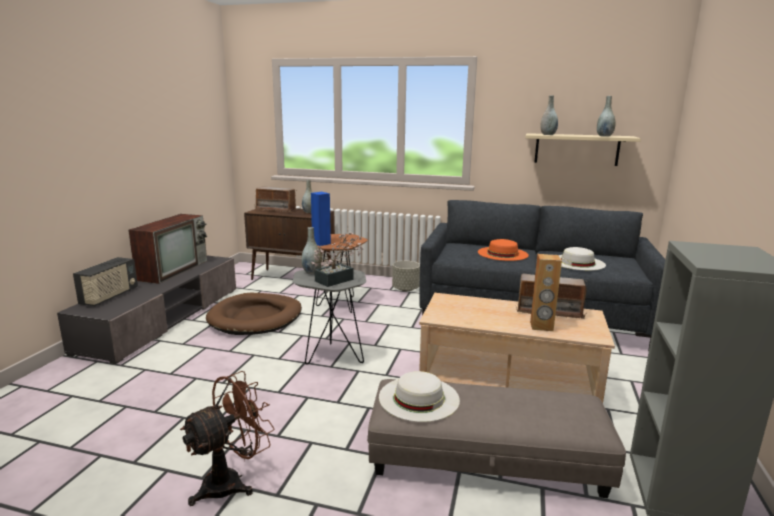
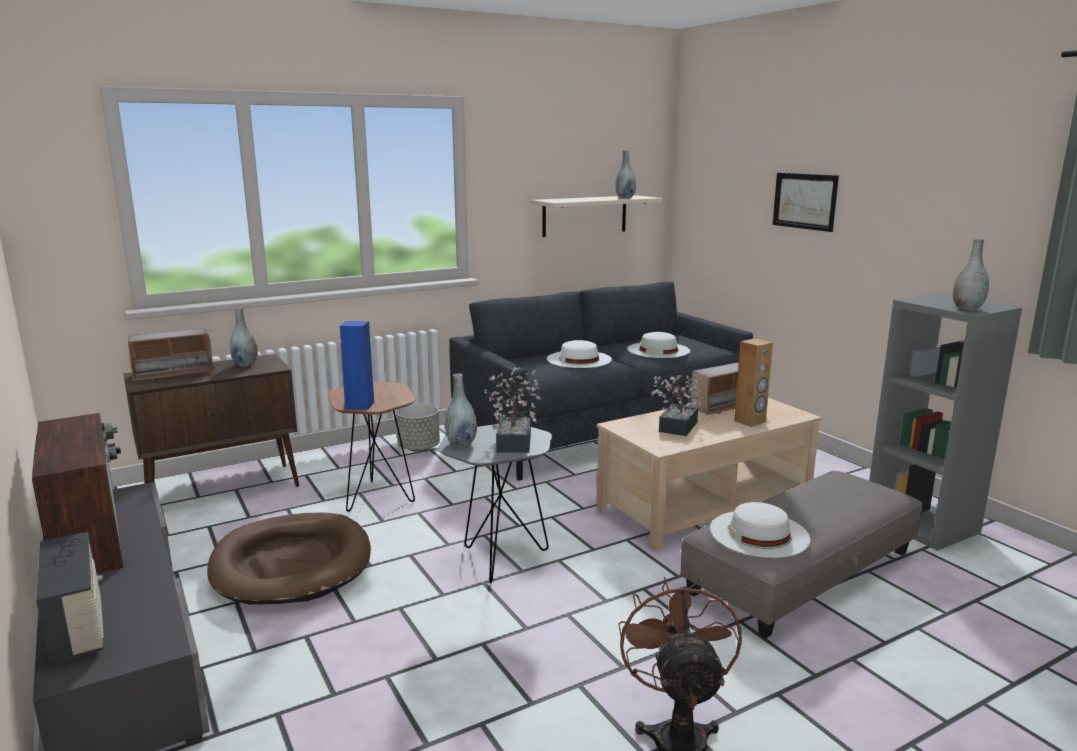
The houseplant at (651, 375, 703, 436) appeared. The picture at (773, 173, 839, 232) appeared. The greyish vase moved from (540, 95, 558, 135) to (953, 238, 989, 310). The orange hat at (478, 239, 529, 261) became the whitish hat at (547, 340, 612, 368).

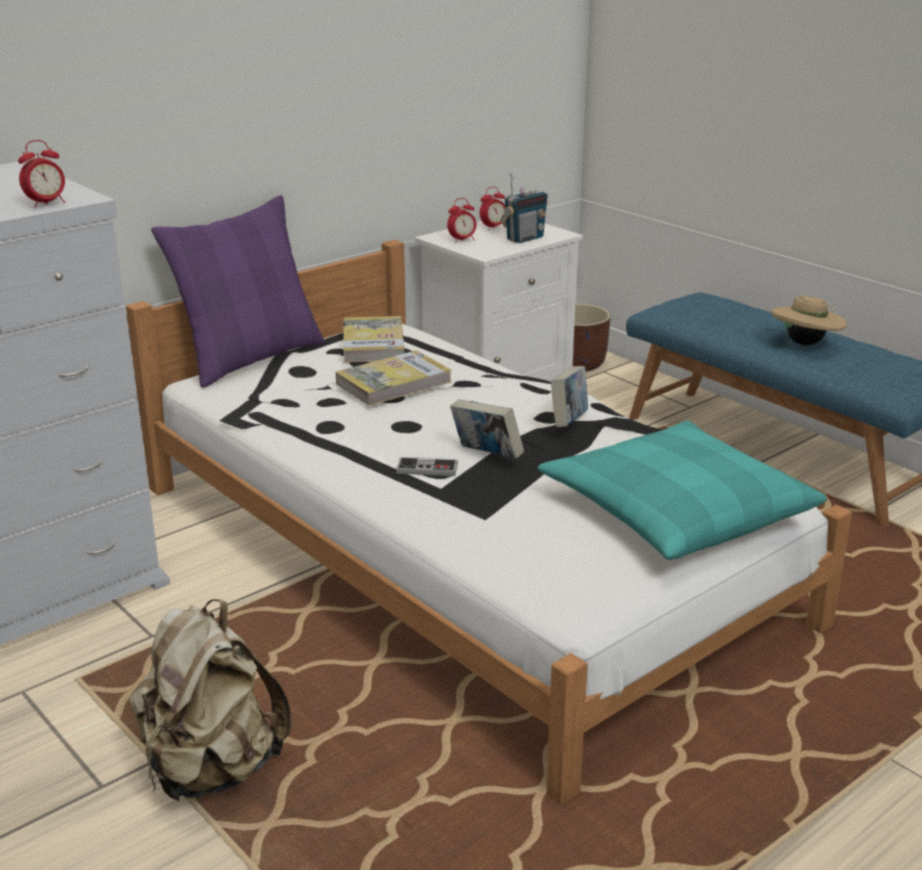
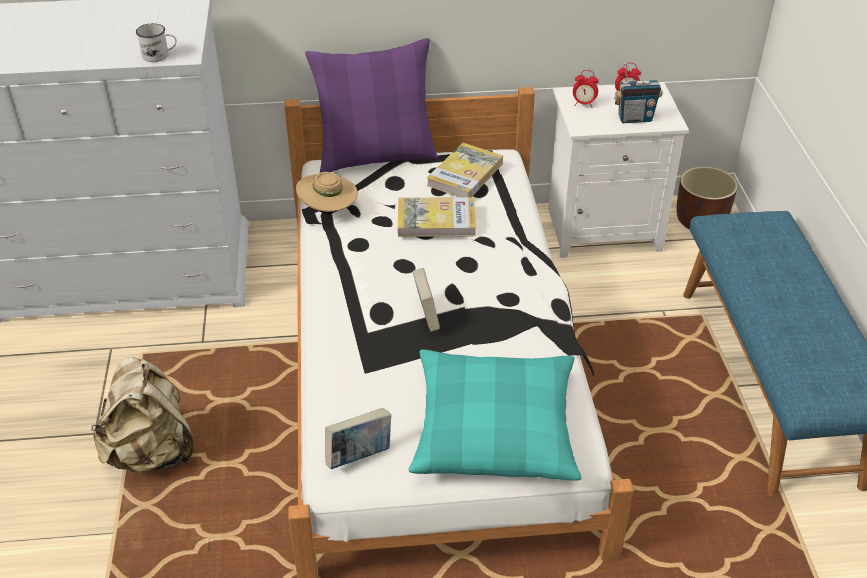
The game controller at (396, 457, 458, 476) disappeared. The volume moved from (551, 366, 588, 427) to (325, 408, 391, 469). The beige hat moved from (771, 296, 847, 345) to (296, 172, 358, 214). The table clock at (18, 140, 65, 207) was replaced by the whitish tea mug at (136, 23, 177, 62).

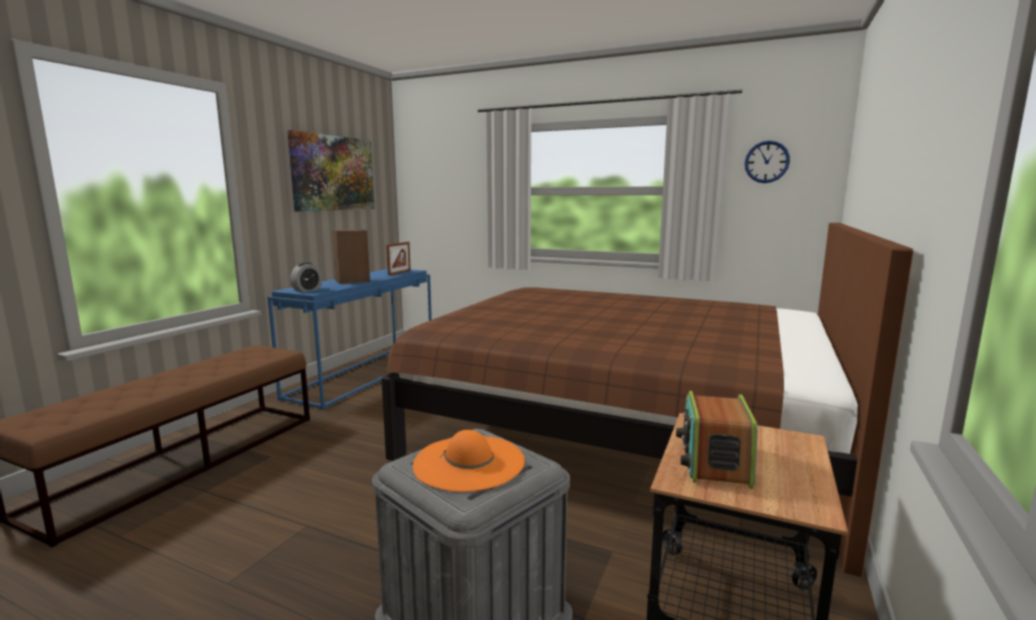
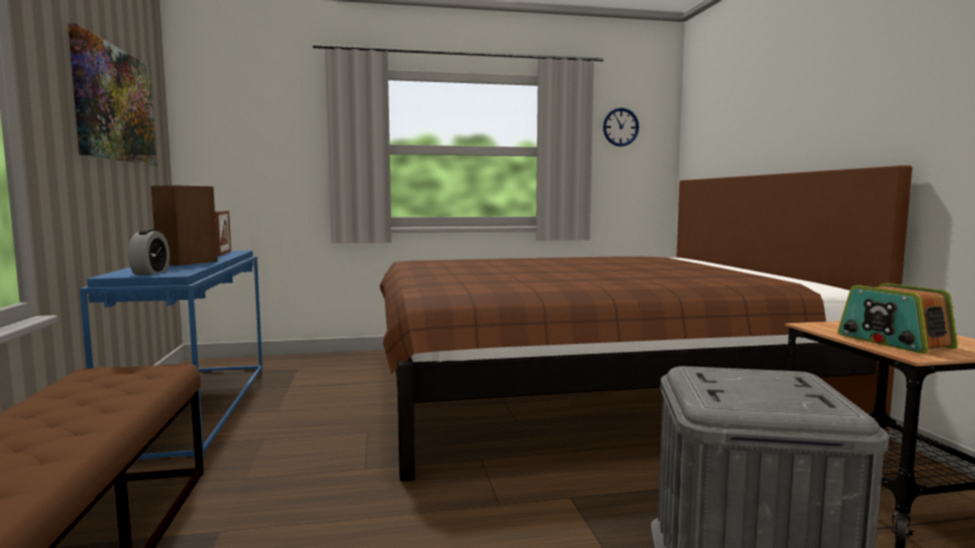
The orange hat at (413, 430, 525, 492) disappeared.

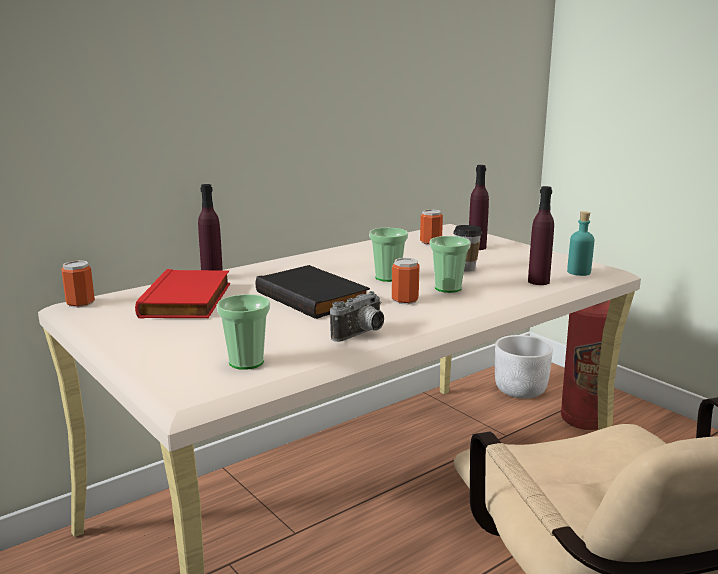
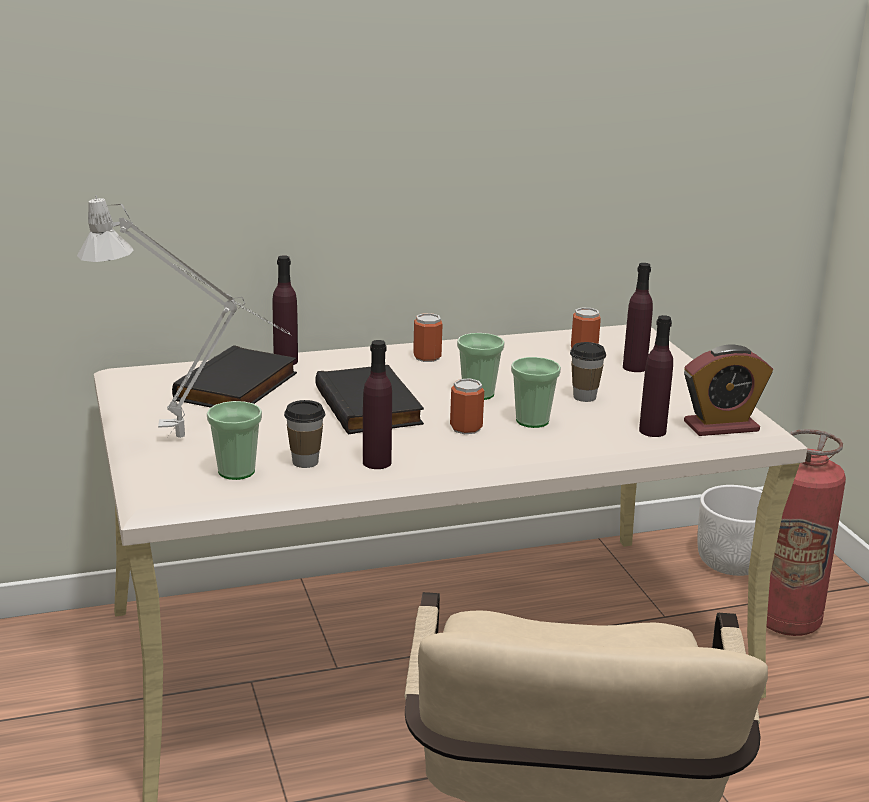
The greyish lamp for a table at (77, 195, 291, 439) appeared. The drinking cup at (284, 400, 325, 468) appeared. The sealed can moved from (61, 260, 95, 308) to (413, 313, 443, 362). The still camera at (330, 291, 384, 342) was replaced by the purple-coloured bottle at (363, 340, 392, 469). The turquoise bottle at (567, 211, 595, 276) was replaced by the table clock at (684, 344, 773, 436). The red volume at (135, 269, 230, 318) became the black-coloured volume at (172, 345, 297, 408).

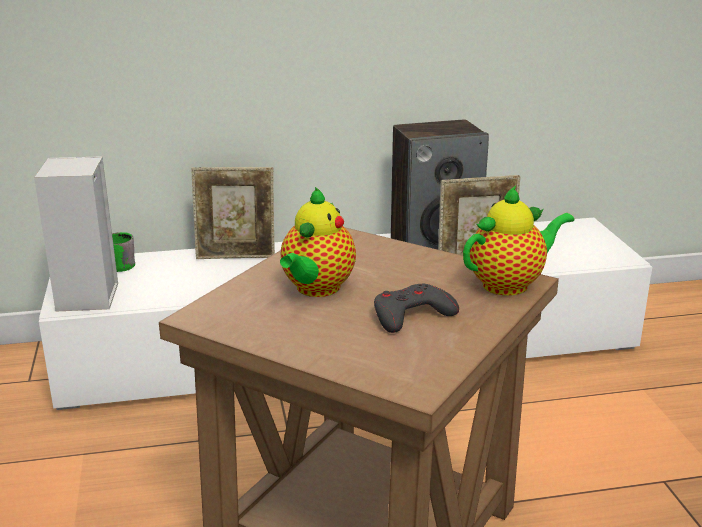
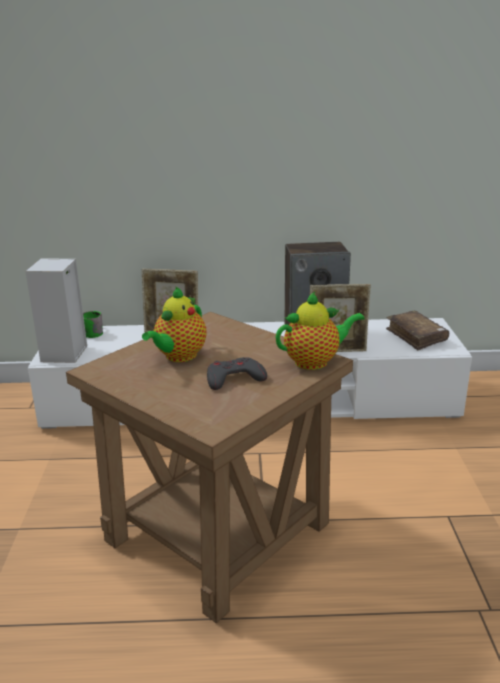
The brown volume at (386, 311, 449, 350) appeared.

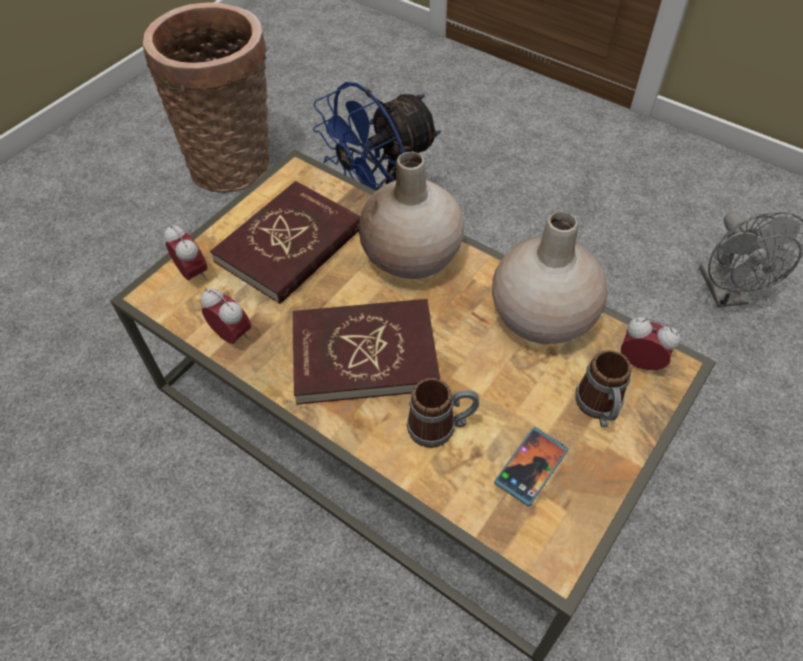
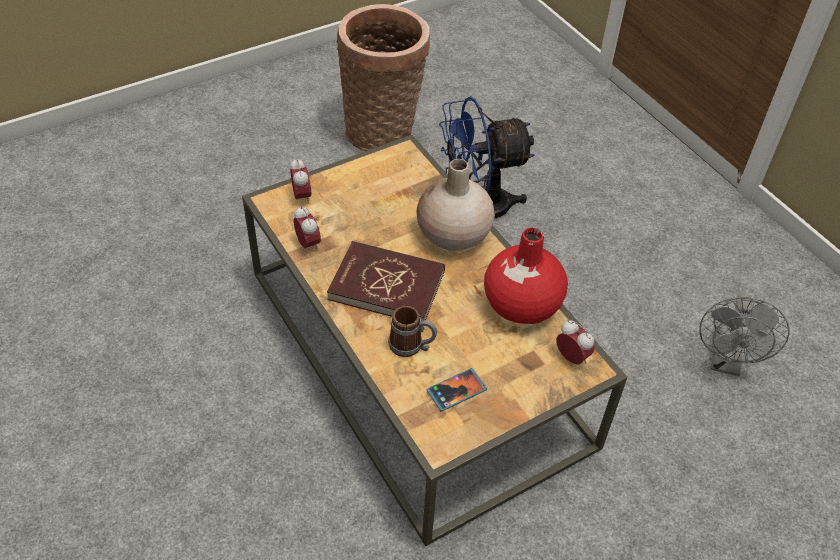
The red volume at (210, 181, 360, 304) disappeared. The tea mug at (575, 350, 631, 427) disappeared. The beige vase at (492, 211, 608, 344) became the red vase at (484, 228, 568, 324).

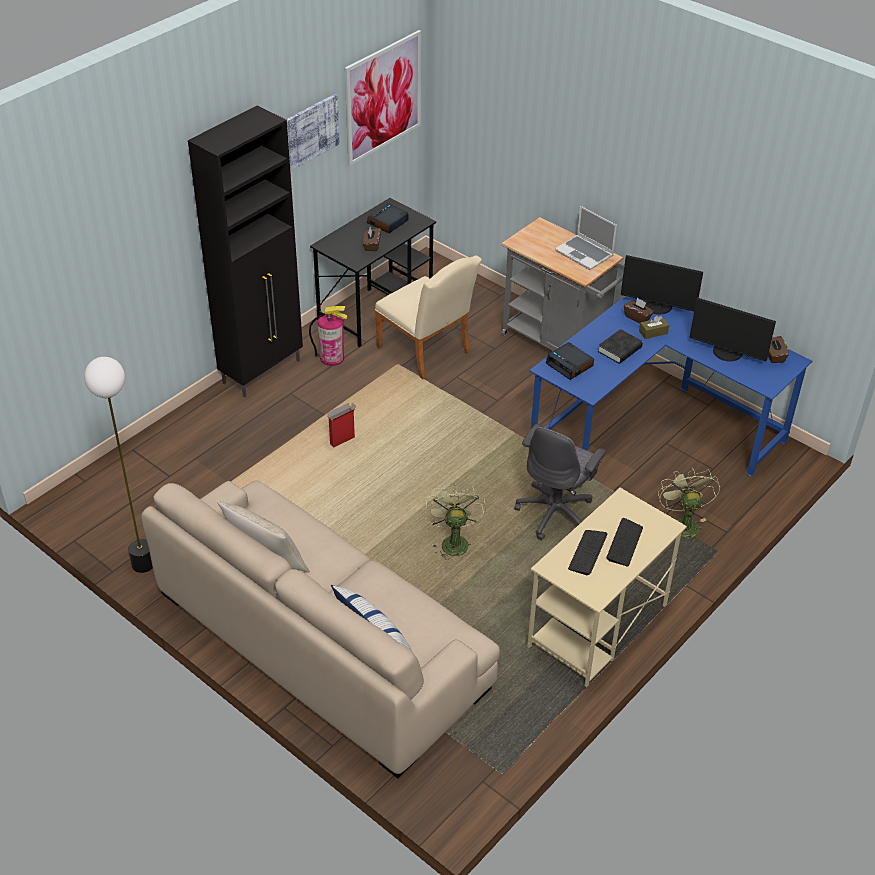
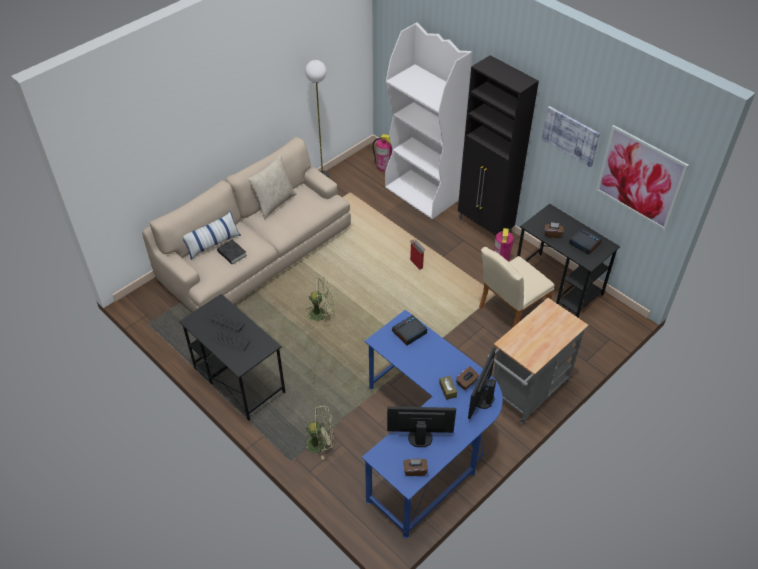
The greyish desk chair at (515, 424, 606, 540) disappeared. The notebook computer at (555, 206, 617, 270) disappeared. The fire extinguisher at (372, 134, 392, 172) appeared. The whitish bookcase at (385, 22, 472, 219) appeared. The black-coloured volume moved from (598, 329, 643, 364) to (217, 240, 247, 264). The beige desk unit at (527, 488, 687, 687) became the black-coloured desk unit at (179, 294, 286, 420). The monitor at (689, 298, 776, 361) turned 60 degrees clockwise.

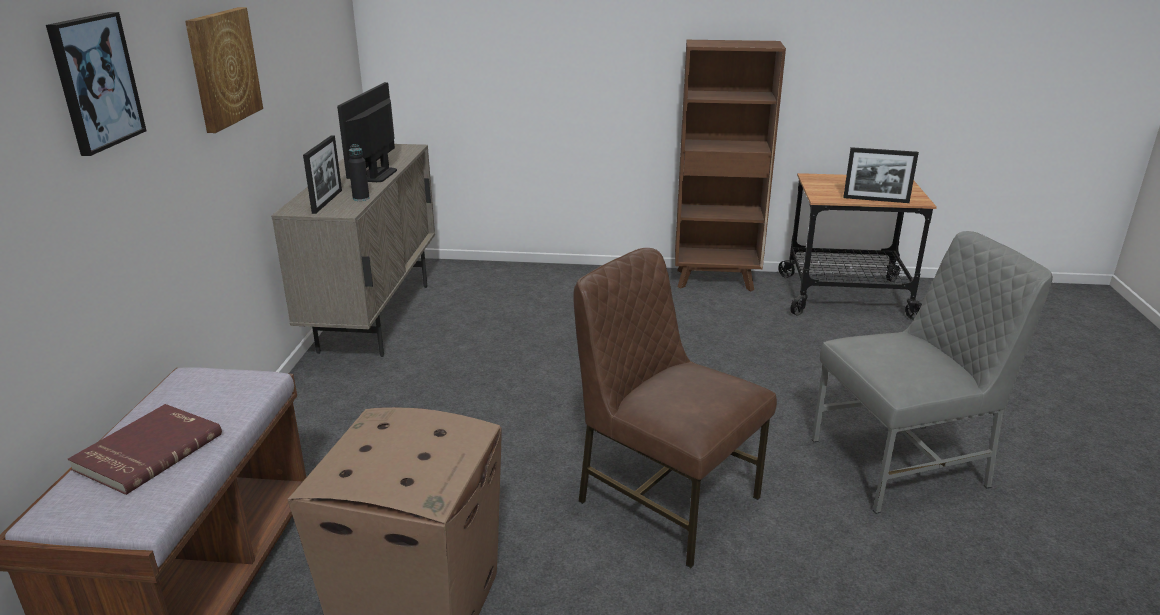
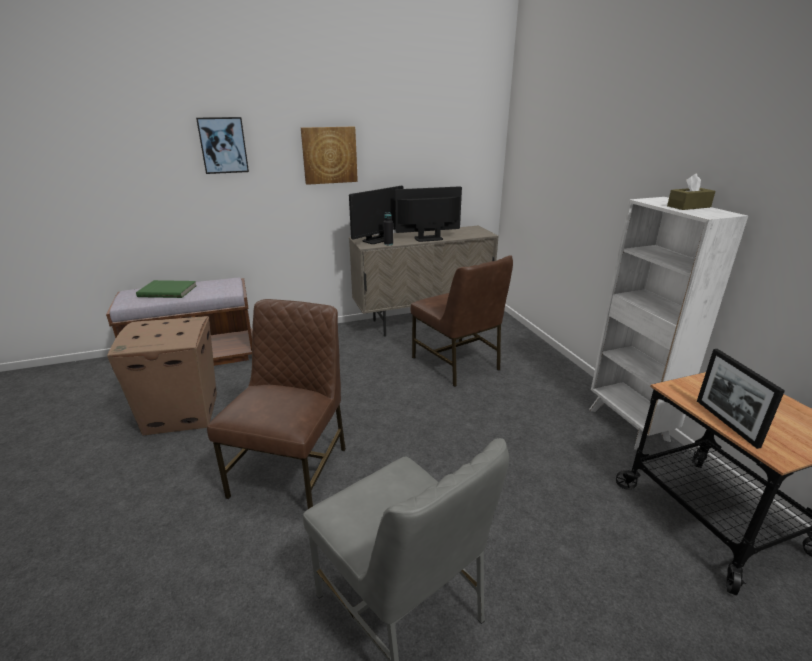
The brown upright chair at (411, 255, 513, 387) appeared. The brown tissue holder at (667, 174, 715, 210) appeared. The picture frame at (303, 135, 342, 214) was replaced by the monitor at (349, 186, 403, 244). The red volume at (68, 404, 222, 495) became the green volume at (136, 280, 196, 298). The brown bookcase at (675, 40, 786, 291) became the whitish bookcase at (589, 197, 748, 450).

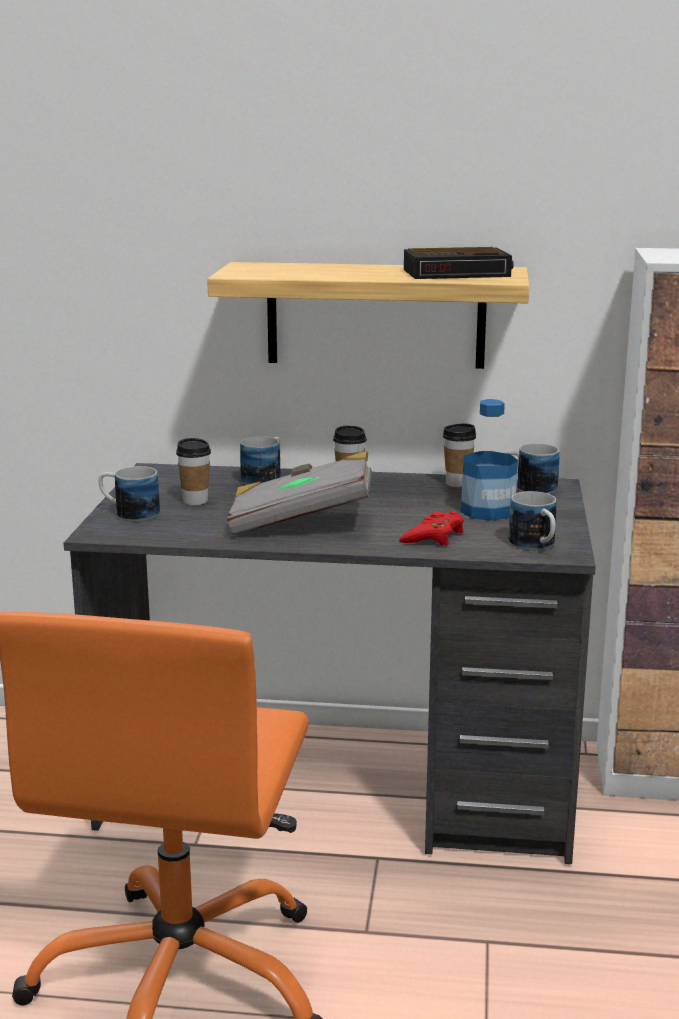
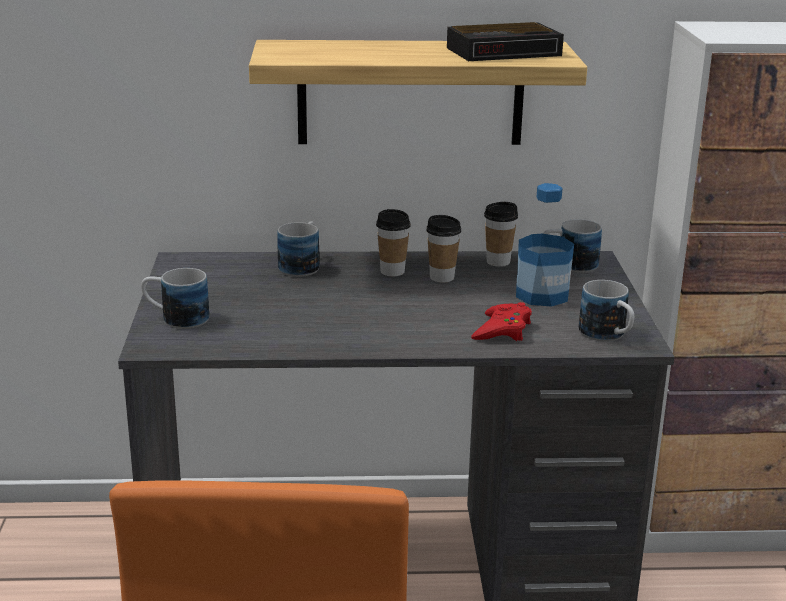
The greyish volume at (227, 451, 372, 535) disappeared. The drinking cup moved from (176, 438, 211, 505) to (426, 215, 461, 282).

